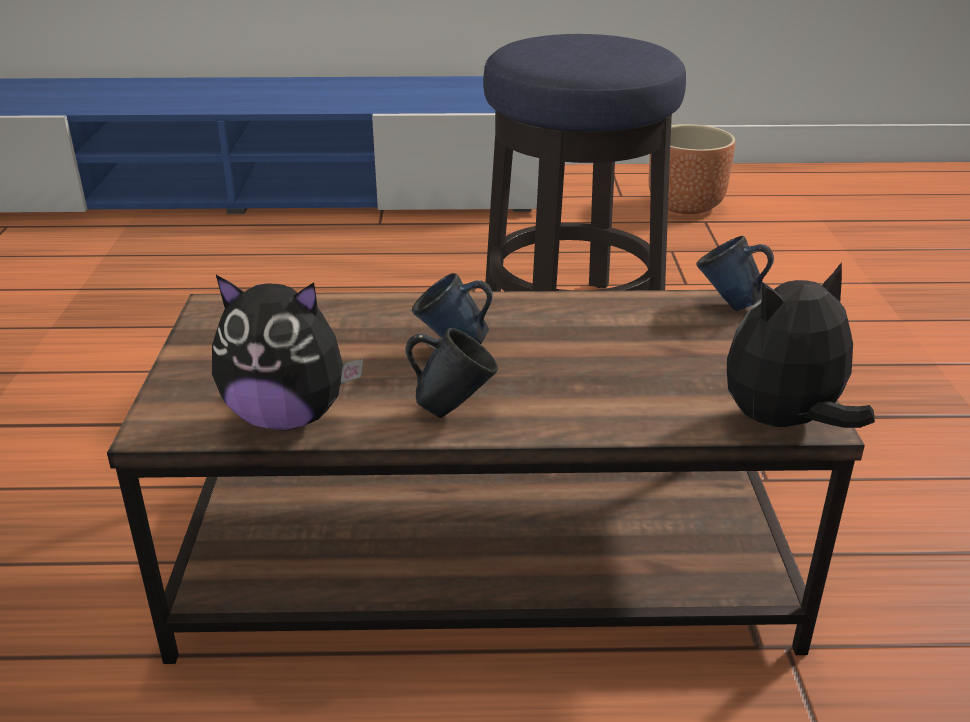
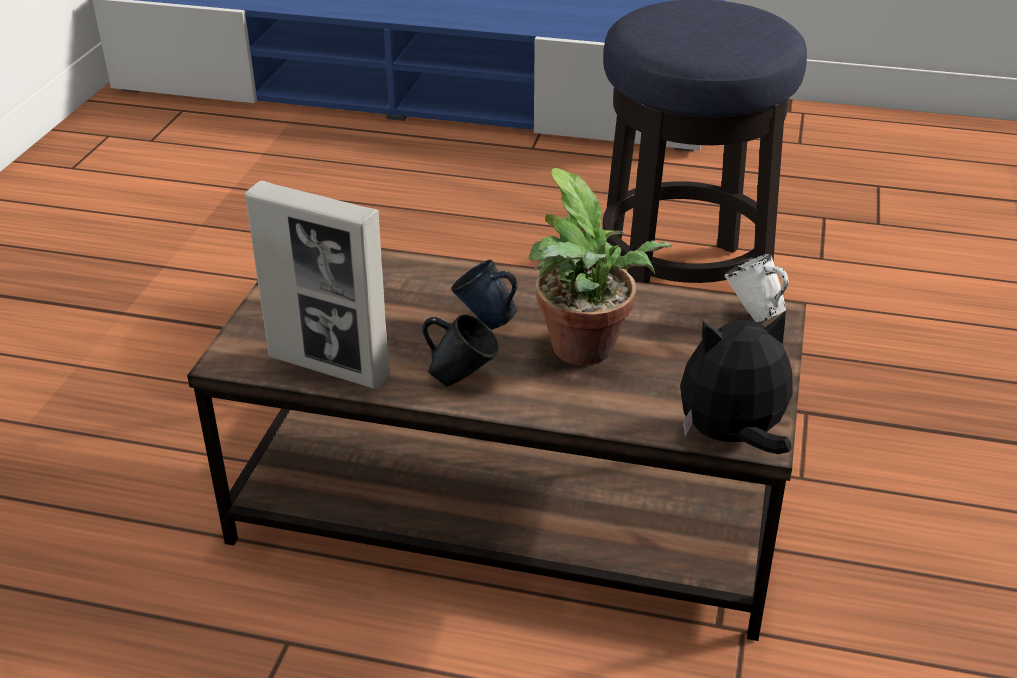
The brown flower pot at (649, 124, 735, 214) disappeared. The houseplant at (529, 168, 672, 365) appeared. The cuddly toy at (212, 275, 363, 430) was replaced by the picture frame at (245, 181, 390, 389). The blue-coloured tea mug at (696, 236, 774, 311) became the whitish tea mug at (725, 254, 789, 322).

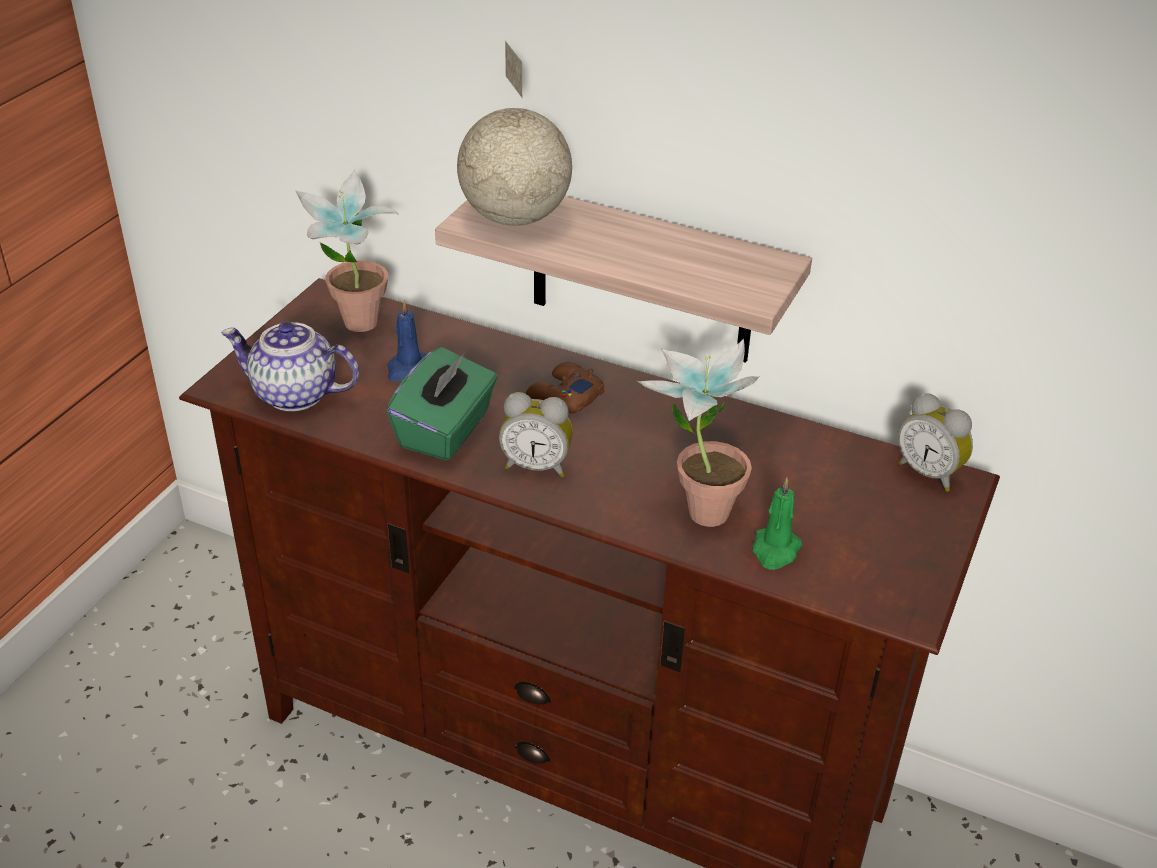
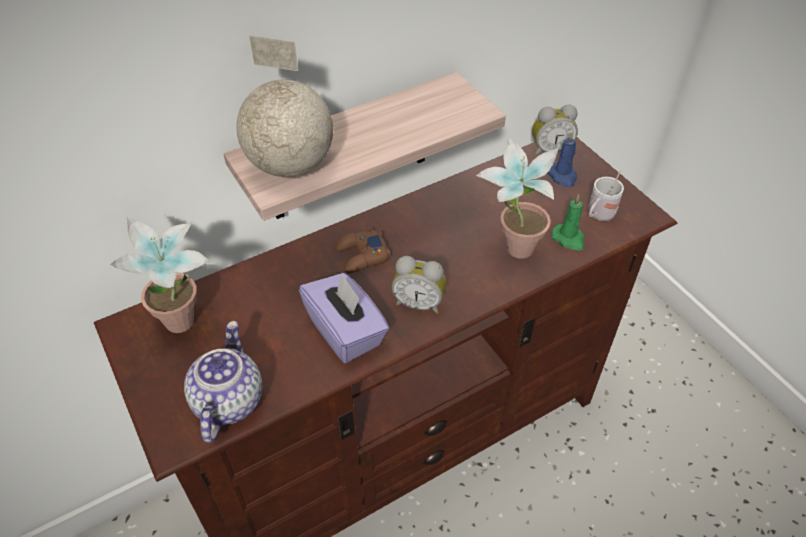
The whitish tea mug at (588, 170, 624, 221) appeared. The blue-coloured candle moved from (387, 300, 427, 382) to (547, 132, 578, 188). The green tissue holder at (386, 347, 497, 461) became the purple-coloured tissue holder at (299, 273, 389, 363). The tea pot at (221, 322, 359, 411) turned 135 degrees clockwise. The table clock at (499, 392, 573, 477) turned 60 degrees clockwise.

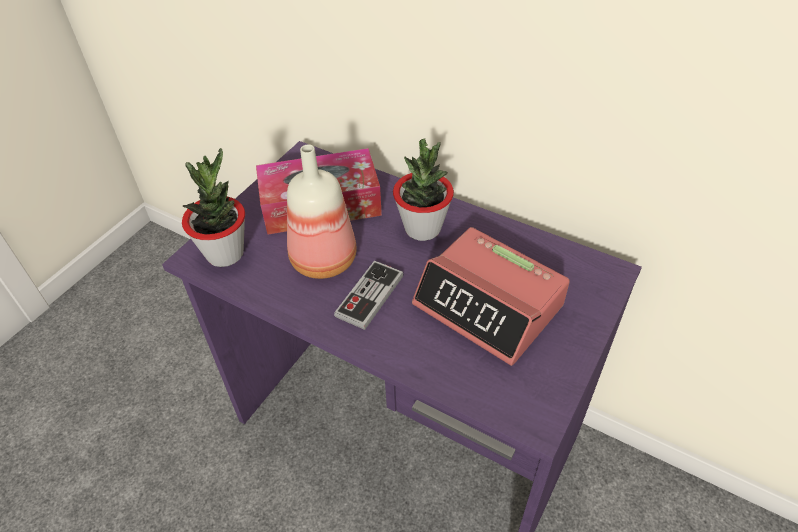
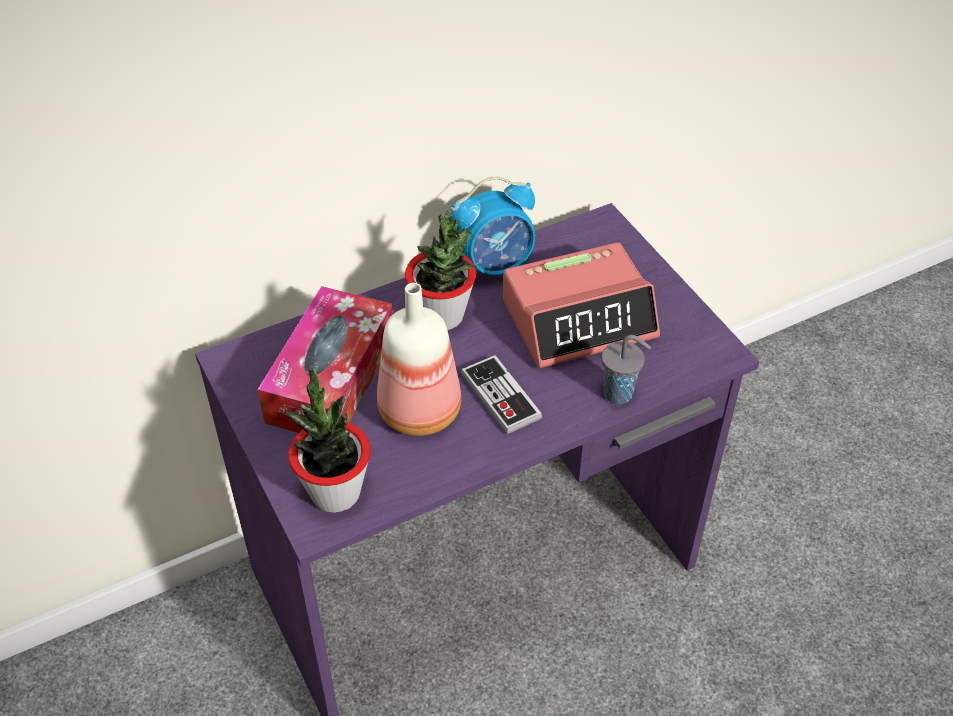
The table clock at (451, 177, 535, 276) appeared. The greyish drinking cup at (602, 335, 651, 404) appeared.

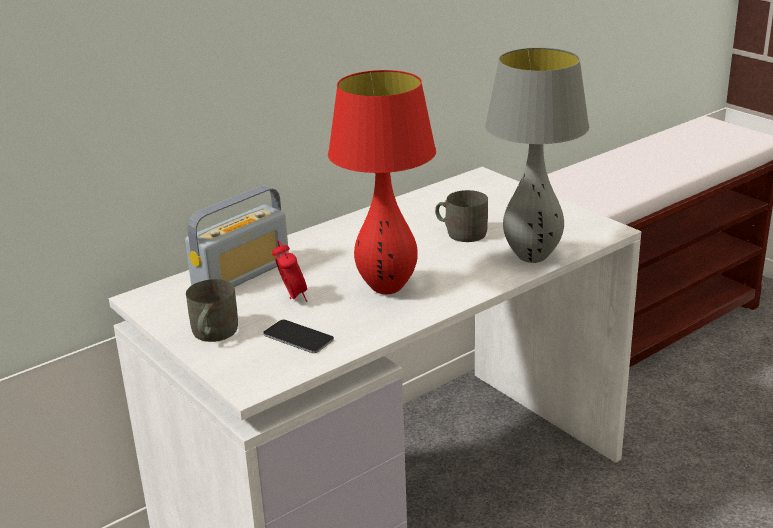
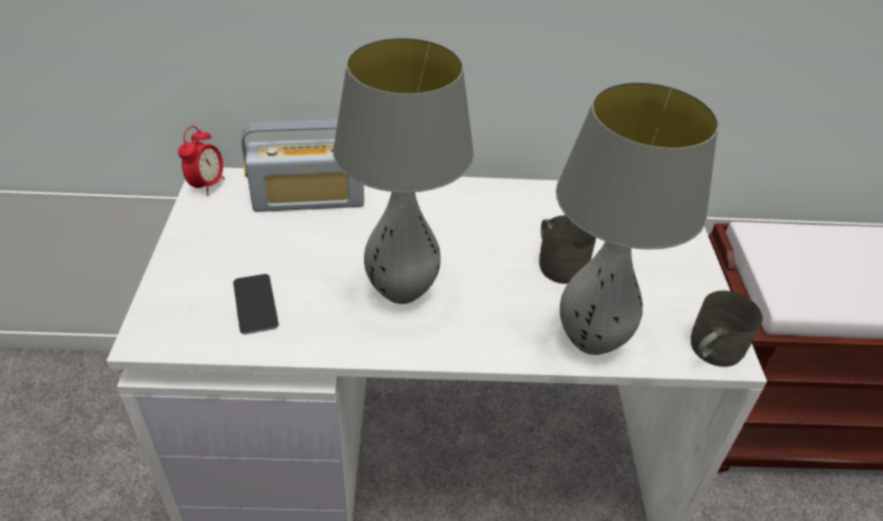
The greyish tea mug moved from (186, 279, 238, 342) to (691, 291, 763, 367). The table clock moved from (272, 240, 307, 302) to (178, 126, 224, 196). The red lamp for a table at (328, 70, 436, 294) became the greyish lamp for a table at (333, 37, 474, 304).

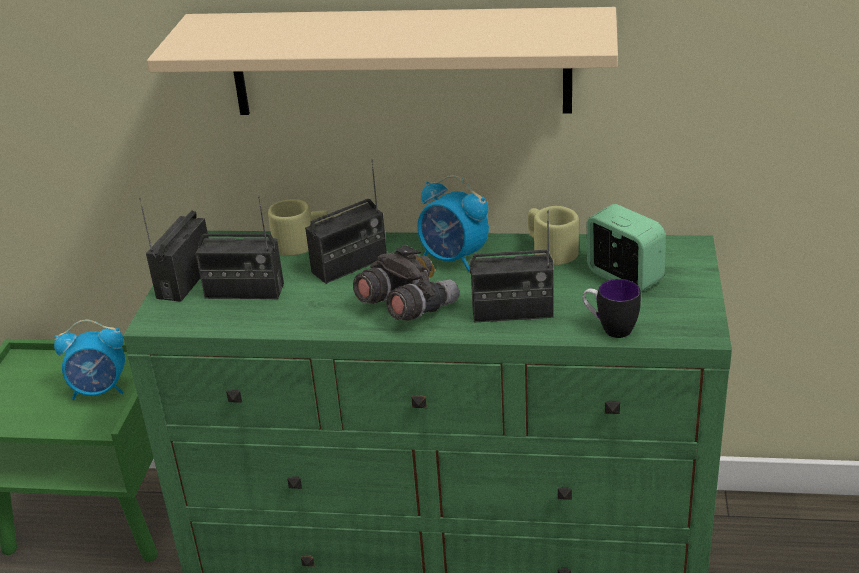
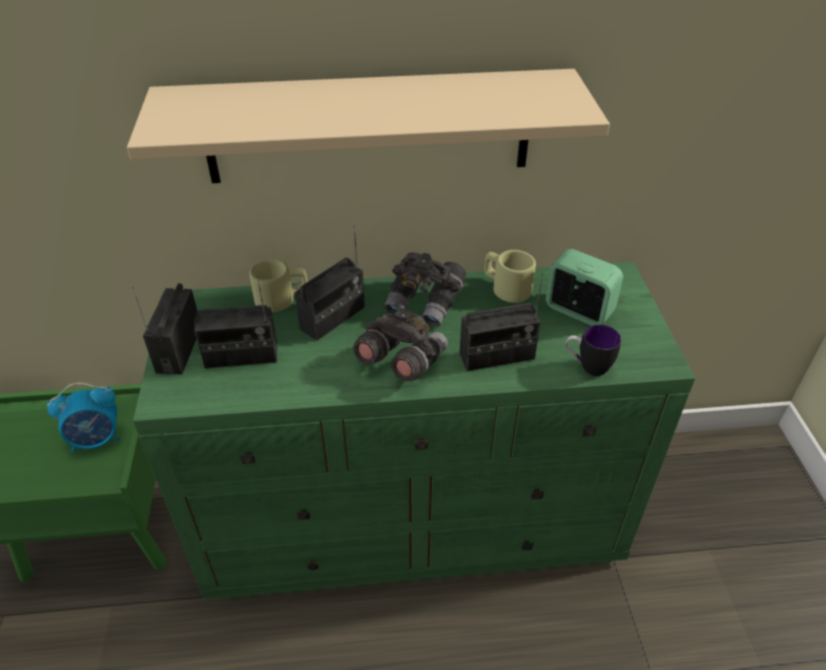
The table clock at (417, 175, 489, 271) was replaced by the greyish pair of binoculars at (384, 252, 466, 327).

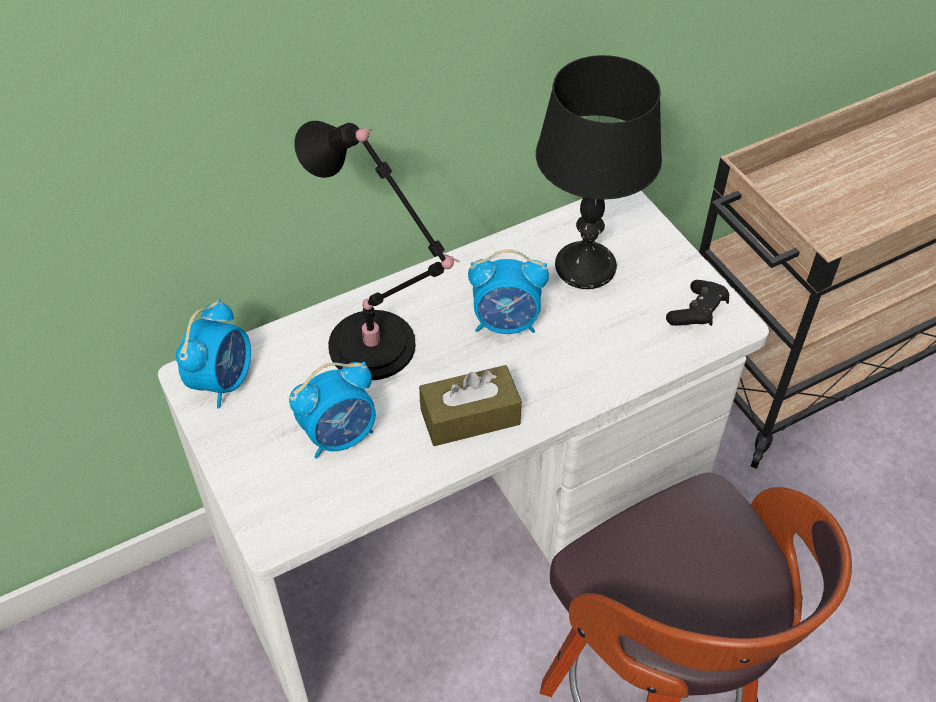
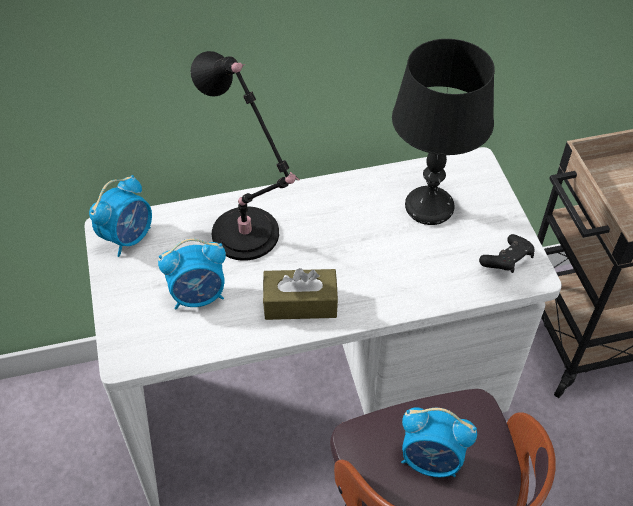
The table clock moved from (468, 249, 549, 334) to (401, 407, 477, 477).

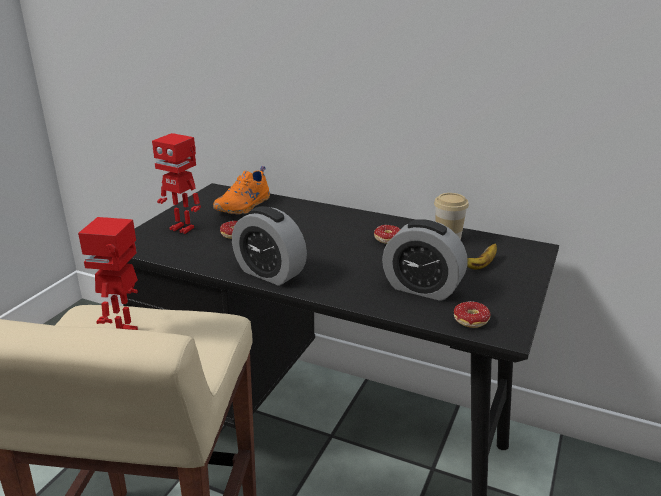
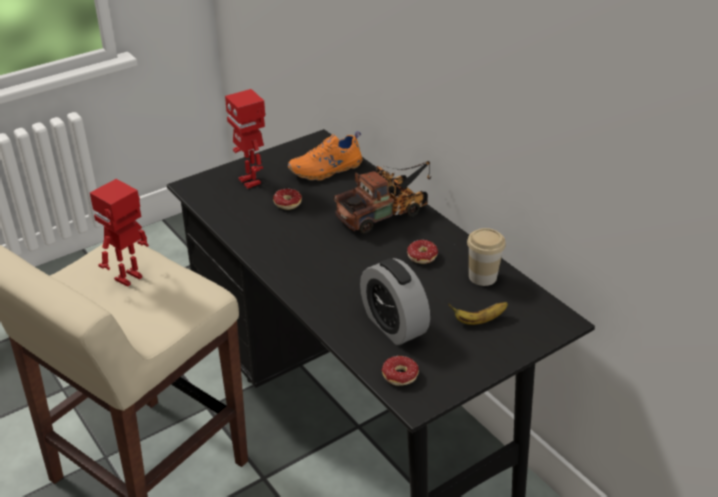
The table clock at (232, 206, 307, 286) disappeared. The toy lorry at (334, 161, 431, 234) appeared.

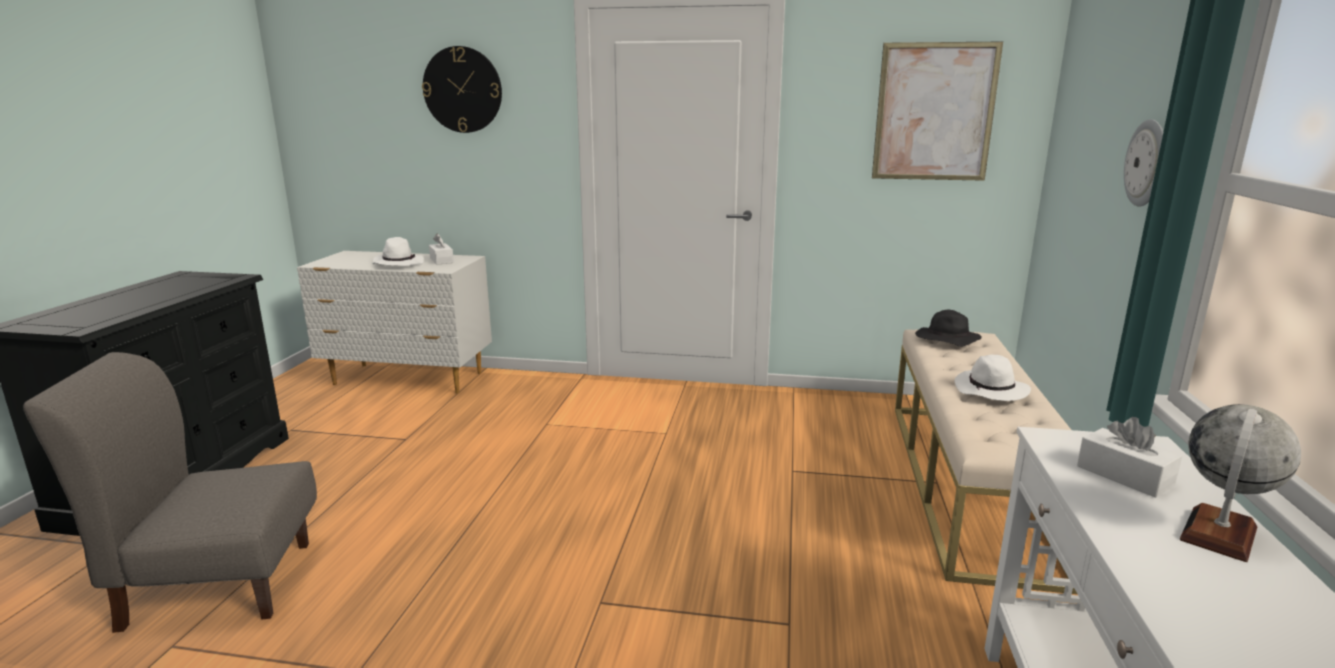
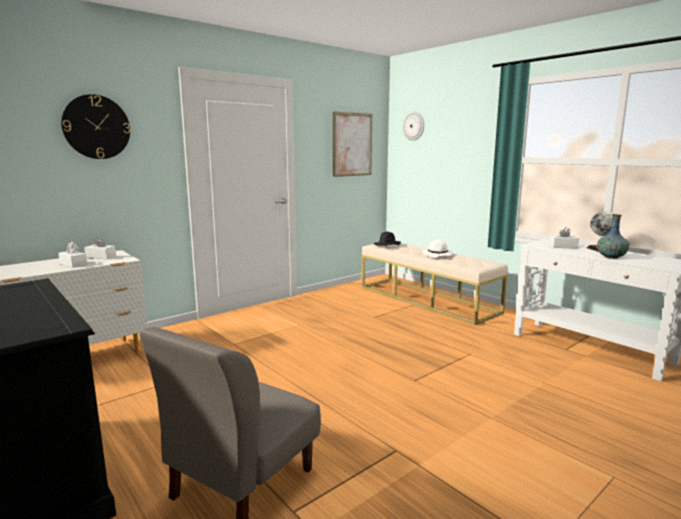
The vase at (597, 214, 629, 259) appeared. The hanging clock moved from (1124, 119, 1163, 207) to (403, 112, 424, 141). The whitish hat at (373, 237, 424, 266) was replaced by the whitish tissue holder at (58, 242, 87, 268).

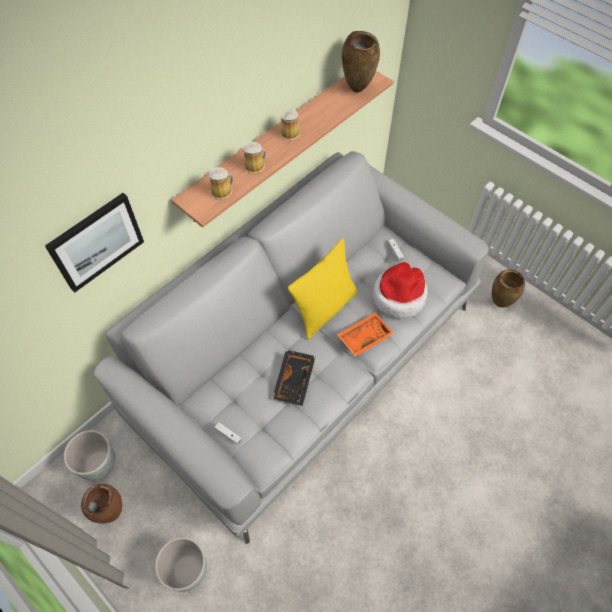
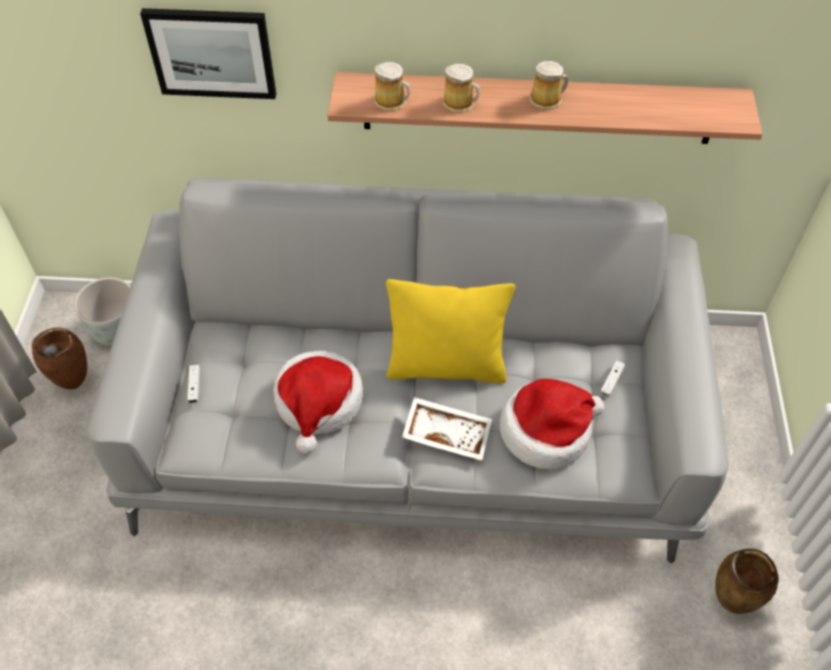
The greyish flower pot at (155, 537, 207, 592) disappeared. The brown vase at (342, 31, 380, 93) disappeared. The black-coloured tray at (272, 350, 316, 406) was replaced by the hat at (273, 351, 363, 454). The orange tray at (337, 312, 394, 357) became the whitish tray at (402, 397, 492, 461).

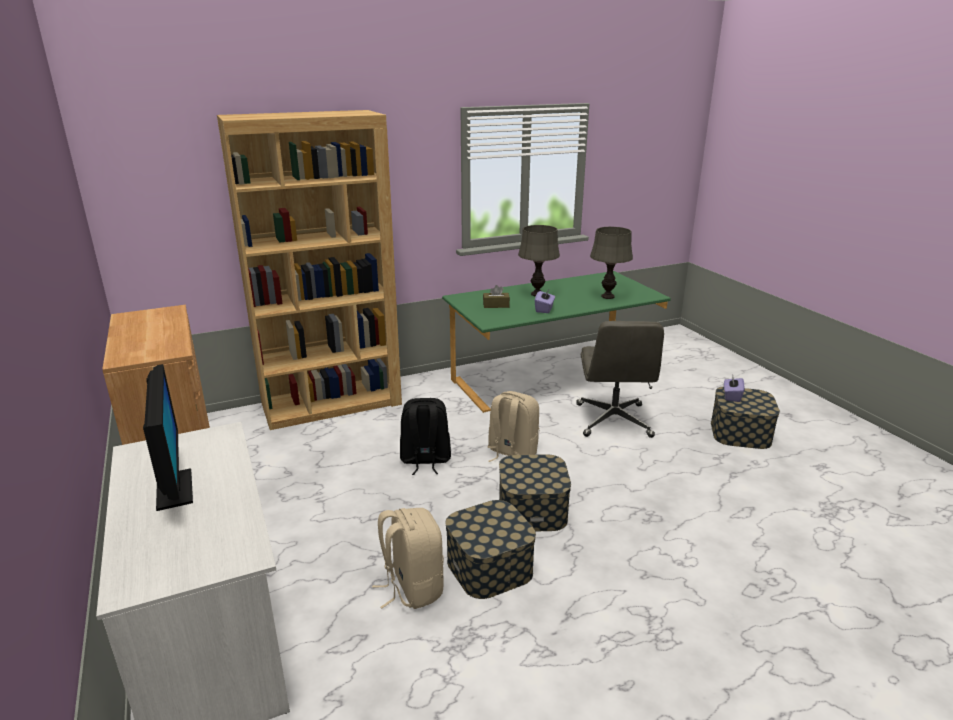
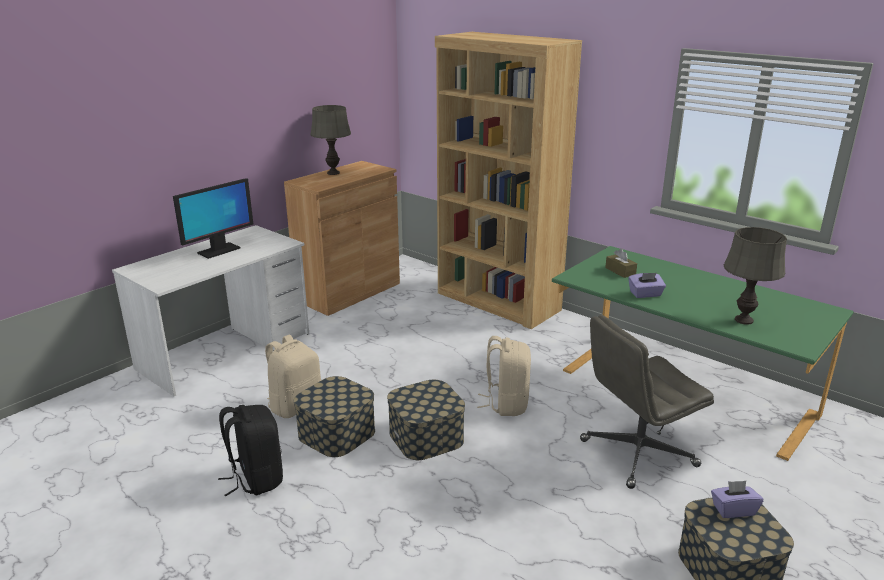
The black-coloured backpack moved from (400, 398, 451, 475) to (218, 405, 283, 497). The greyish lamp for a table moved from (518, 225, 560, 297) to (311, 105, 351, 175).

